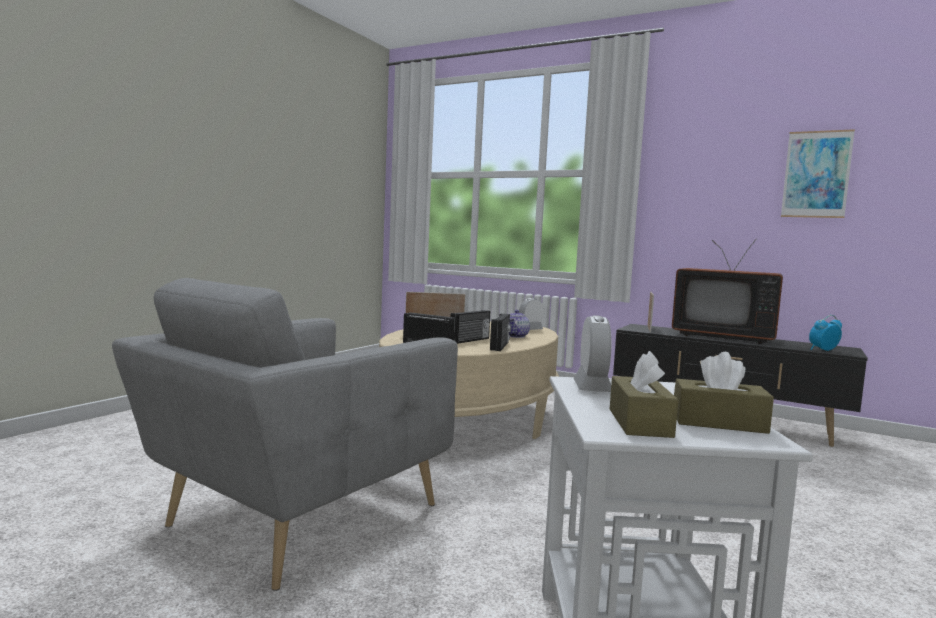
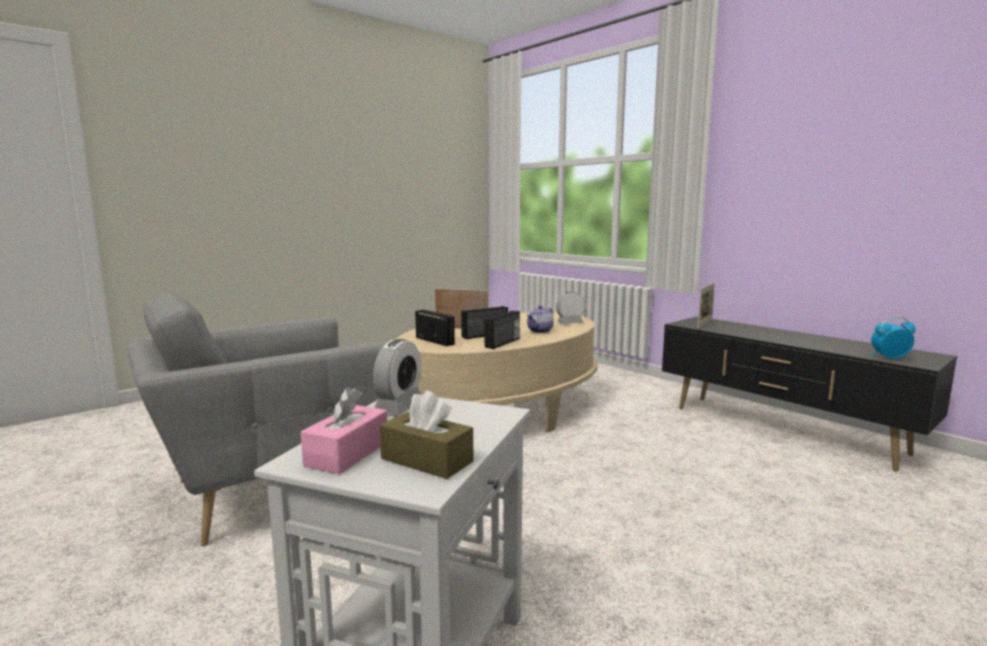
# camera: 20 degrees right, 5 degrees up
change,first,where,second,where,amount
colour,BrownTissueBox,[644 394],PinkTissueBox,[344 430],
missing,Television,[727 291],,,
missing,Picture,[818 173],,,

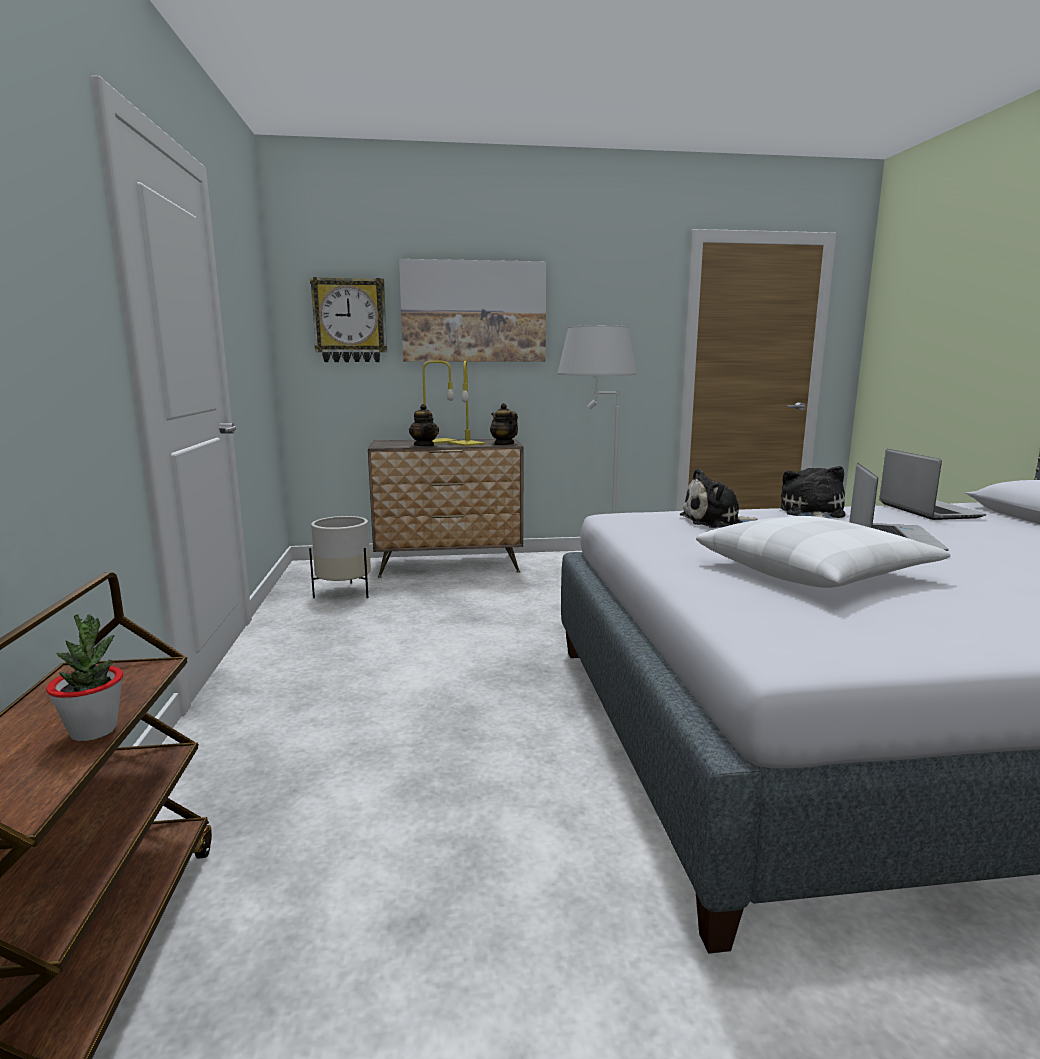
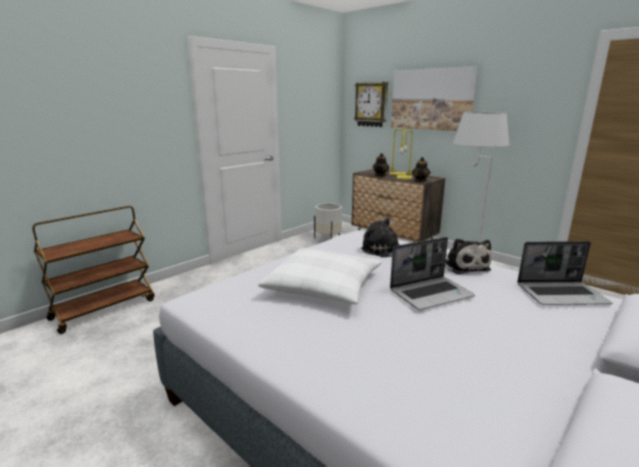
# camera: 50 degrees right, 5 degrees up
change,first,where,second,where,amount
missing,PottedPlant,[84 677],,,
spun,PlushToy,[812 492],,[468 256],105 degrees clockwise
spun,Laptop,[932 484],,[564 273],45 degrees clockwise

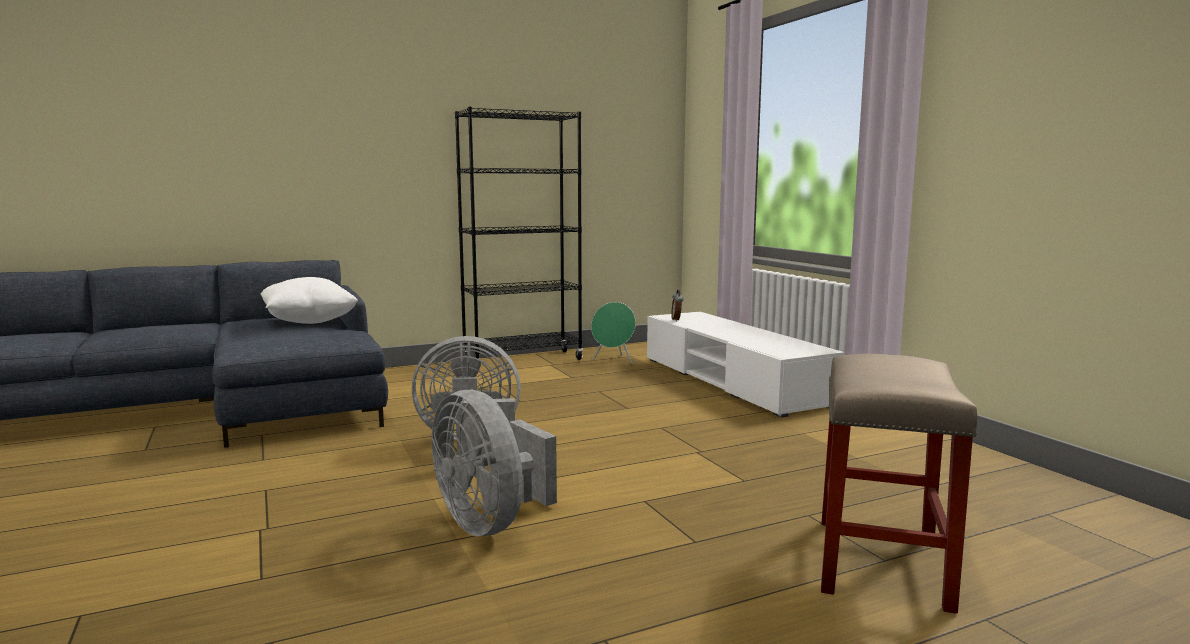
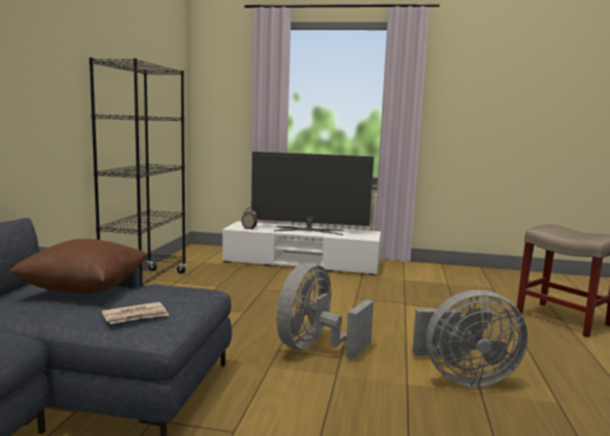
# camera: 55 degrees left, 0 degrees up
change,first,where,second,where,amount
colour,WhitePillow,[309 300],BrownPillow,[78 266],
missing,GreenSpeaker,[613 333],,,
appeared,,,Newspaper,[135 313],
appeared,,,Television,[312 193],

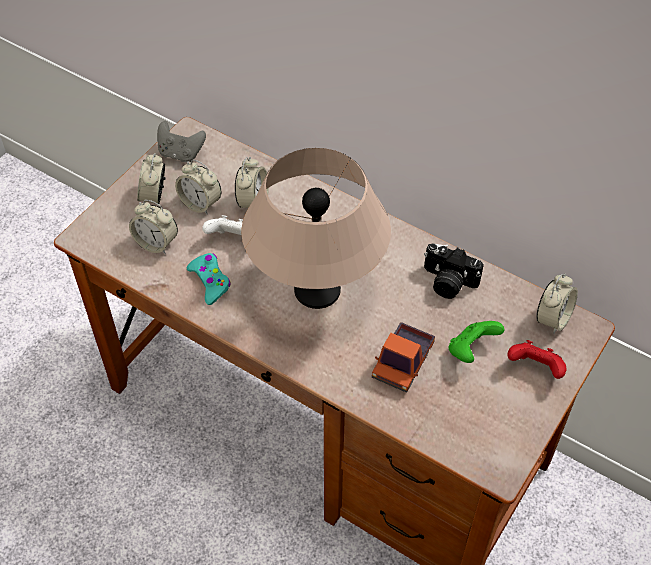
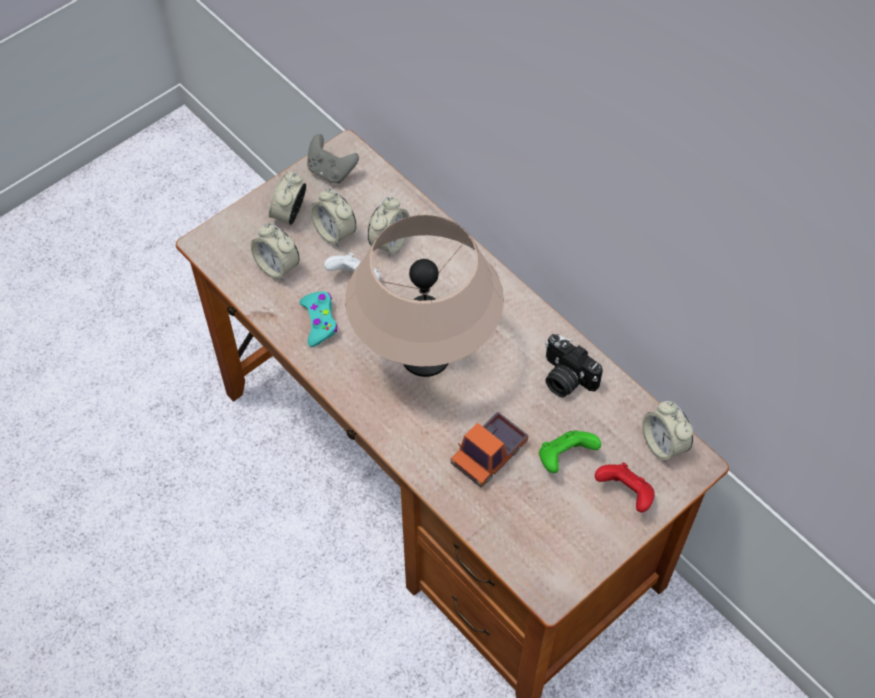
# camera: 15 degrees right, 5 degrees up
change,first,where,second,where,amount
spun,AlarmClock,[557 304],,[667 431],105 degrees clockwise

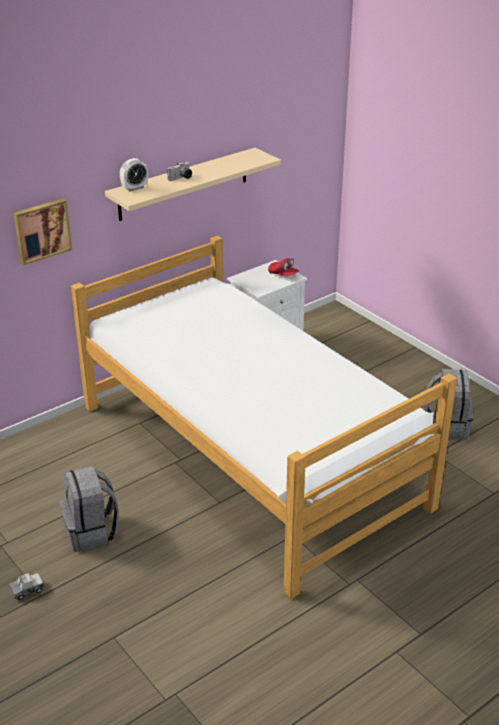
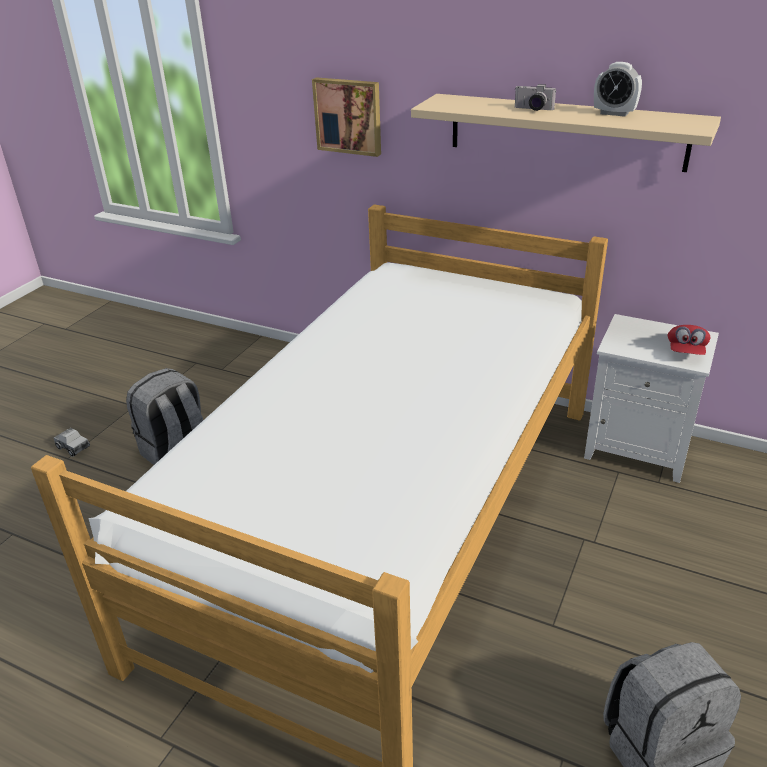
# camera: 65 degrees right, 0 degrees up
change,first,where,second,where,amount
relocated,AlarmClock,[134 174],,[618 89],

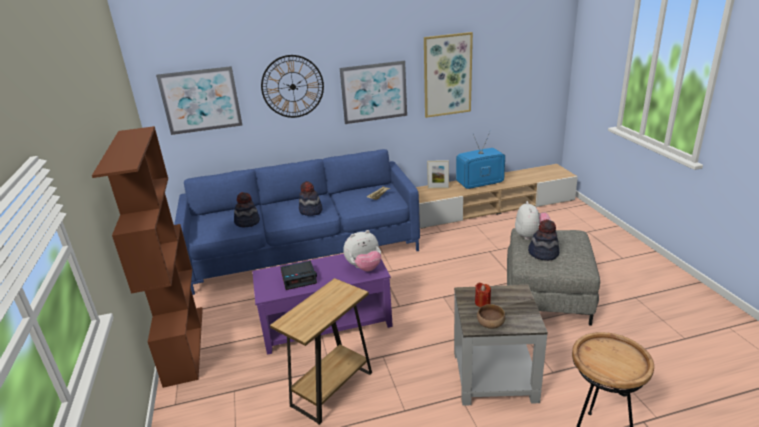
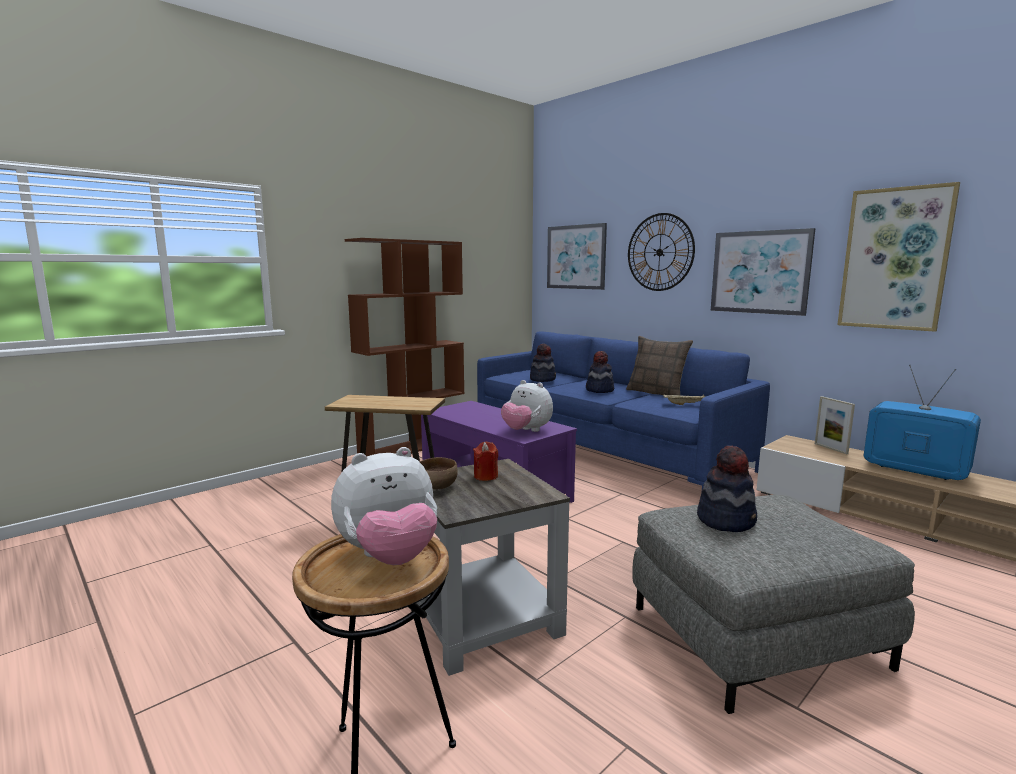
# camera: 60 degrees right, 15 degrees down
change,first,where,second,where,amount
missing,AlarmClock,[298 275],,,
relocated,PlushToy,[533 220],,[384 506],
appeared,,,Pillow,[659 365],

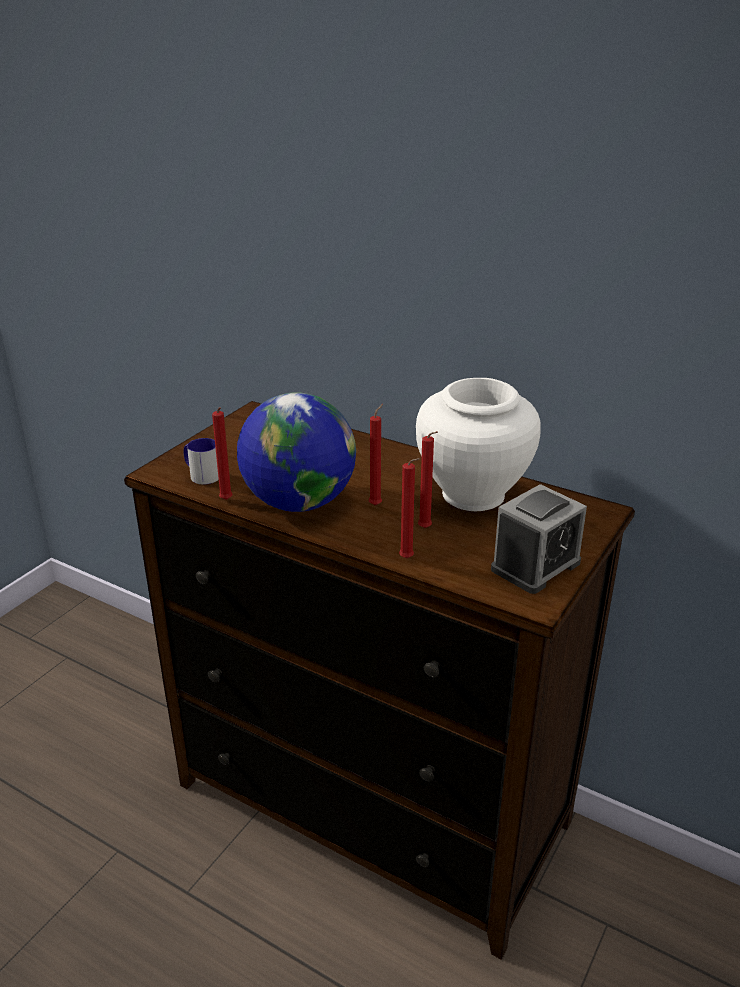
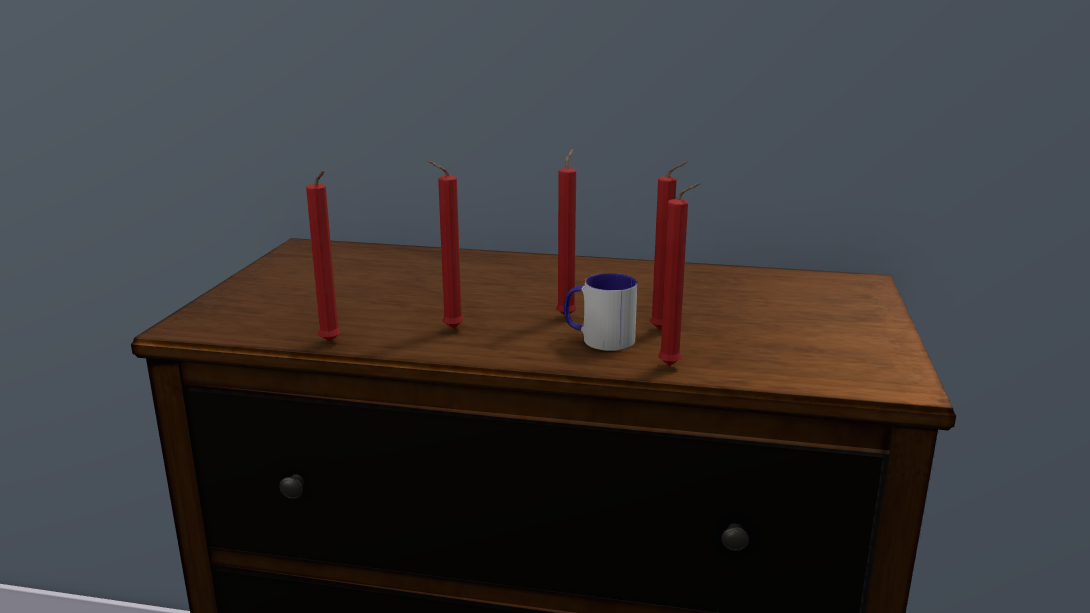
# camera: 20 degrees left, 10 degrees down
change,first,where,second,where,amount
relocated,Mug,[201 461],,[600 312],
exchanged,Globe,[296 452],RedCandle,[446 245],
missing,WhiteVase,[478 444],,,
missing,AlarmClock,[539 539],,,

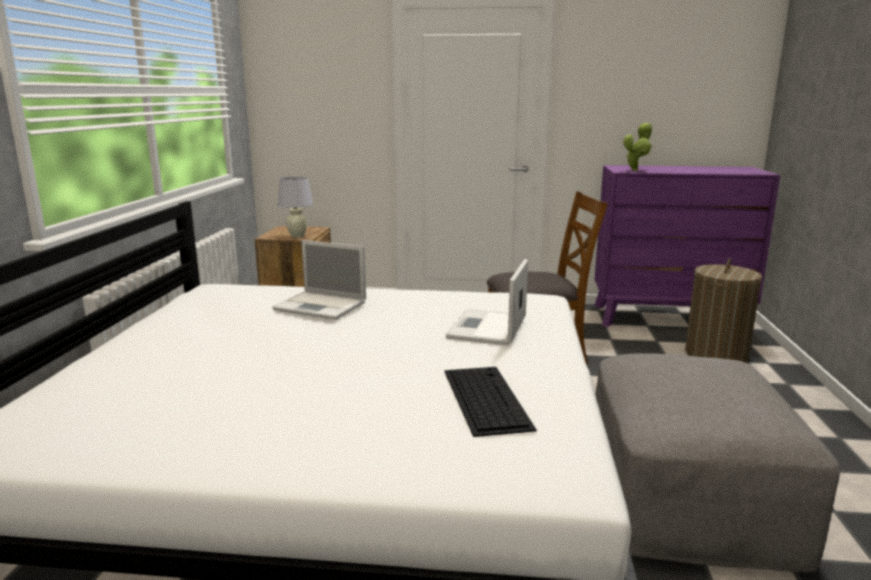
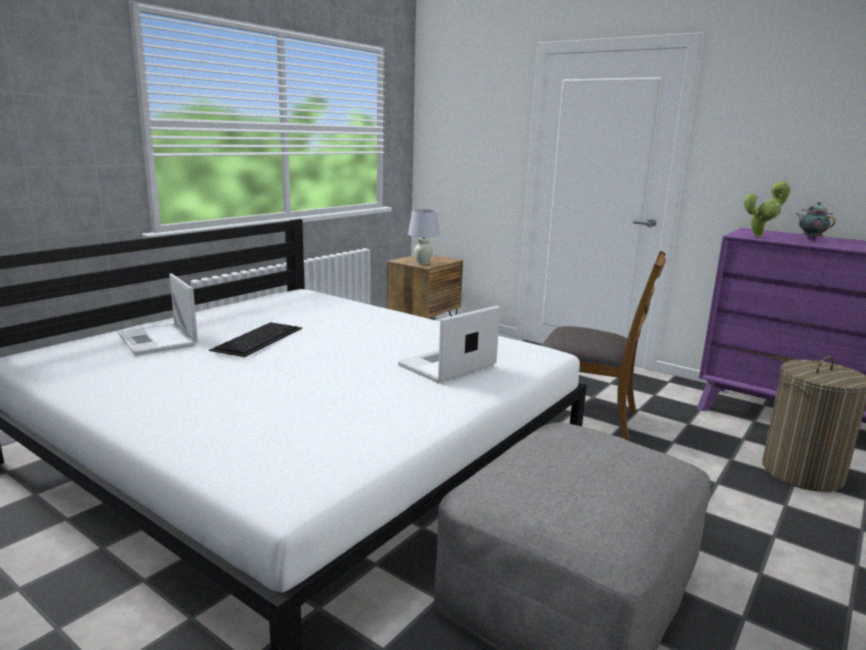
# camera: 30 degrees right, 0 degrees up
change,first,where,second,where,amount
relocated,Laptop,[319 280],,[158 315],
relocated,Keyboard,[490 402],,[255 339],
appeared,,,Teapot,[816 221],

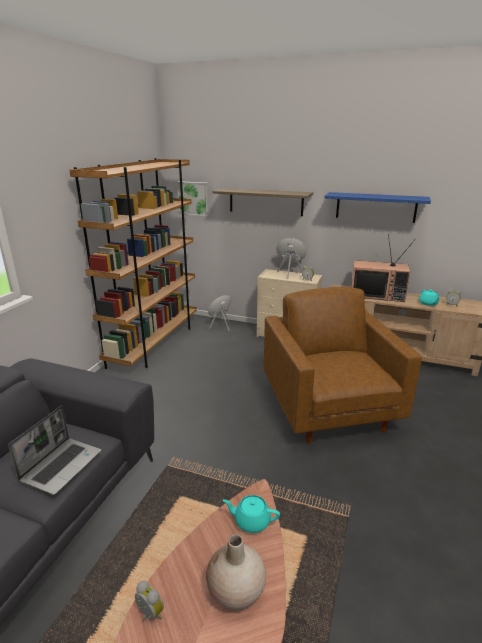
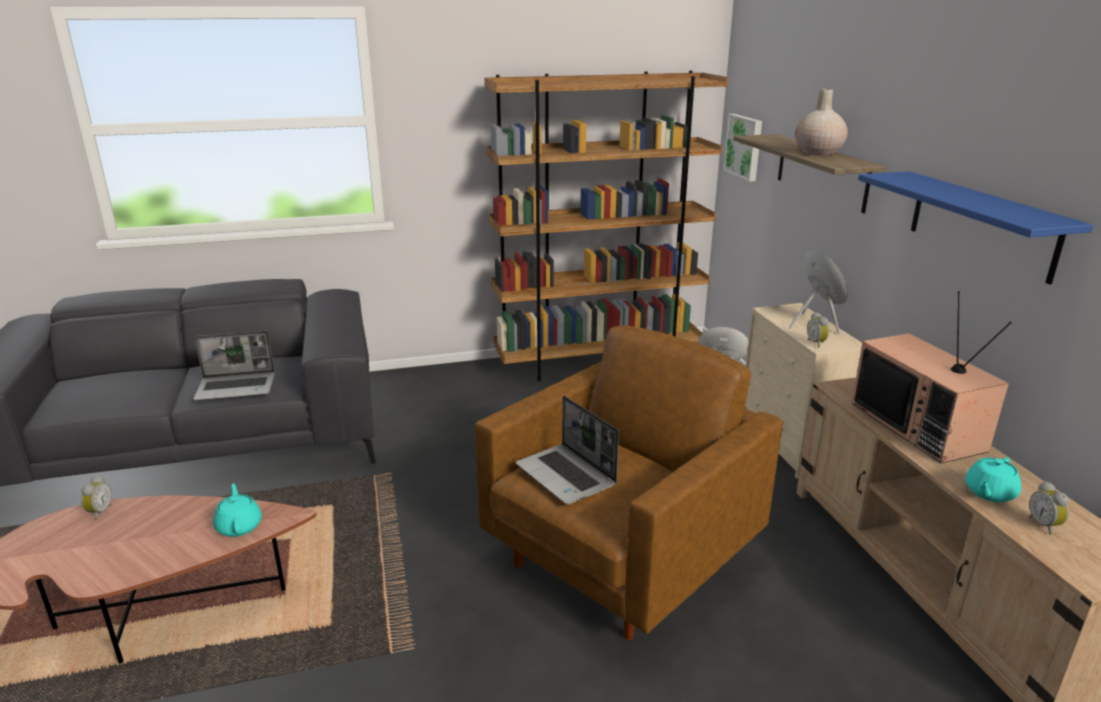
# camera: 55 degrees right, 0 degrees up
change,first,where,second,where,amount
relocated,BeigeVase,[236 572],,[821 122],
appeared,,,Laptop,[567 450],

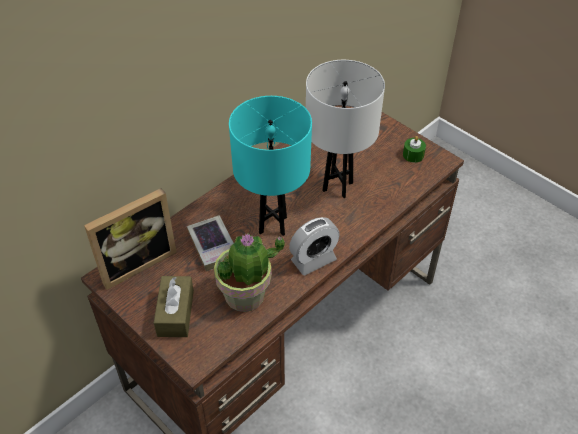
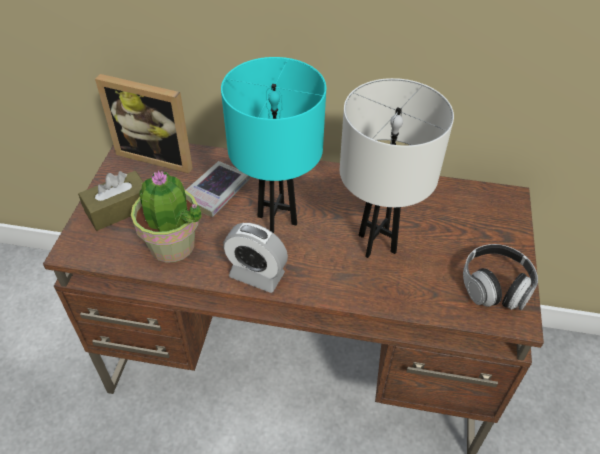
# camera: 55 degrees right, 0 degrees up
change,first,where,second,where,amount
exchanged,GreenCandle,[414 149],Headphones,[500 277],

